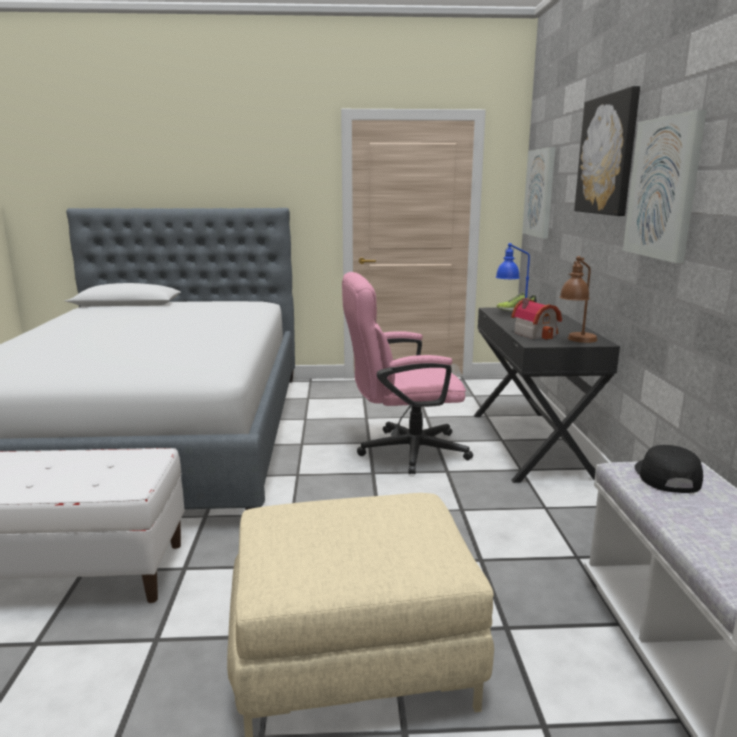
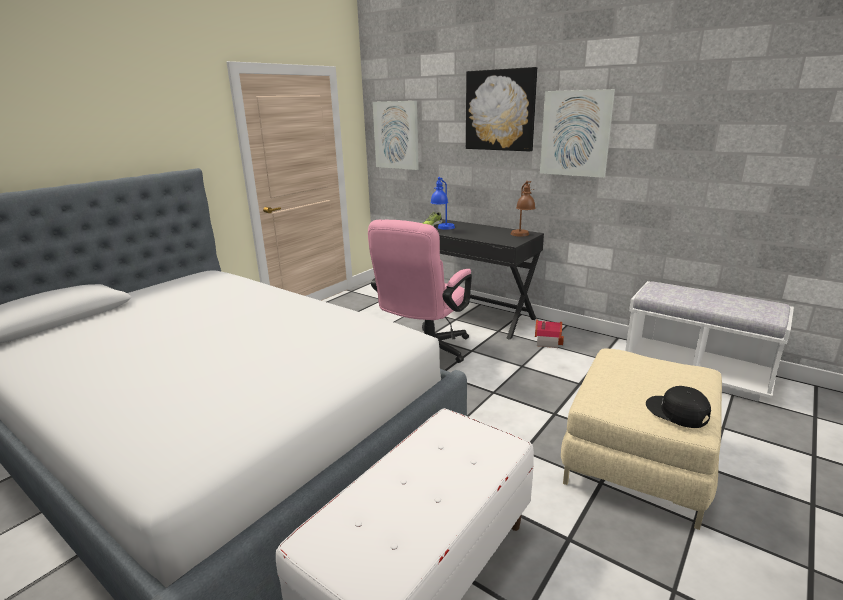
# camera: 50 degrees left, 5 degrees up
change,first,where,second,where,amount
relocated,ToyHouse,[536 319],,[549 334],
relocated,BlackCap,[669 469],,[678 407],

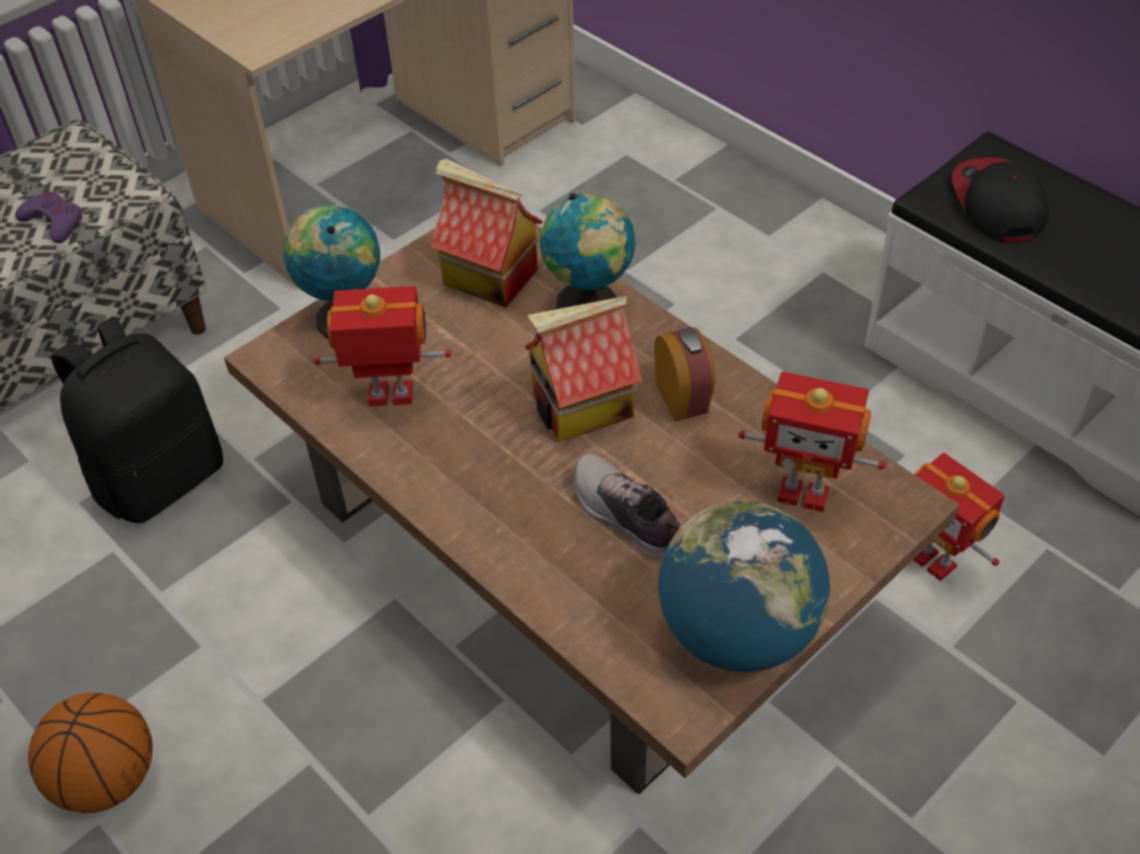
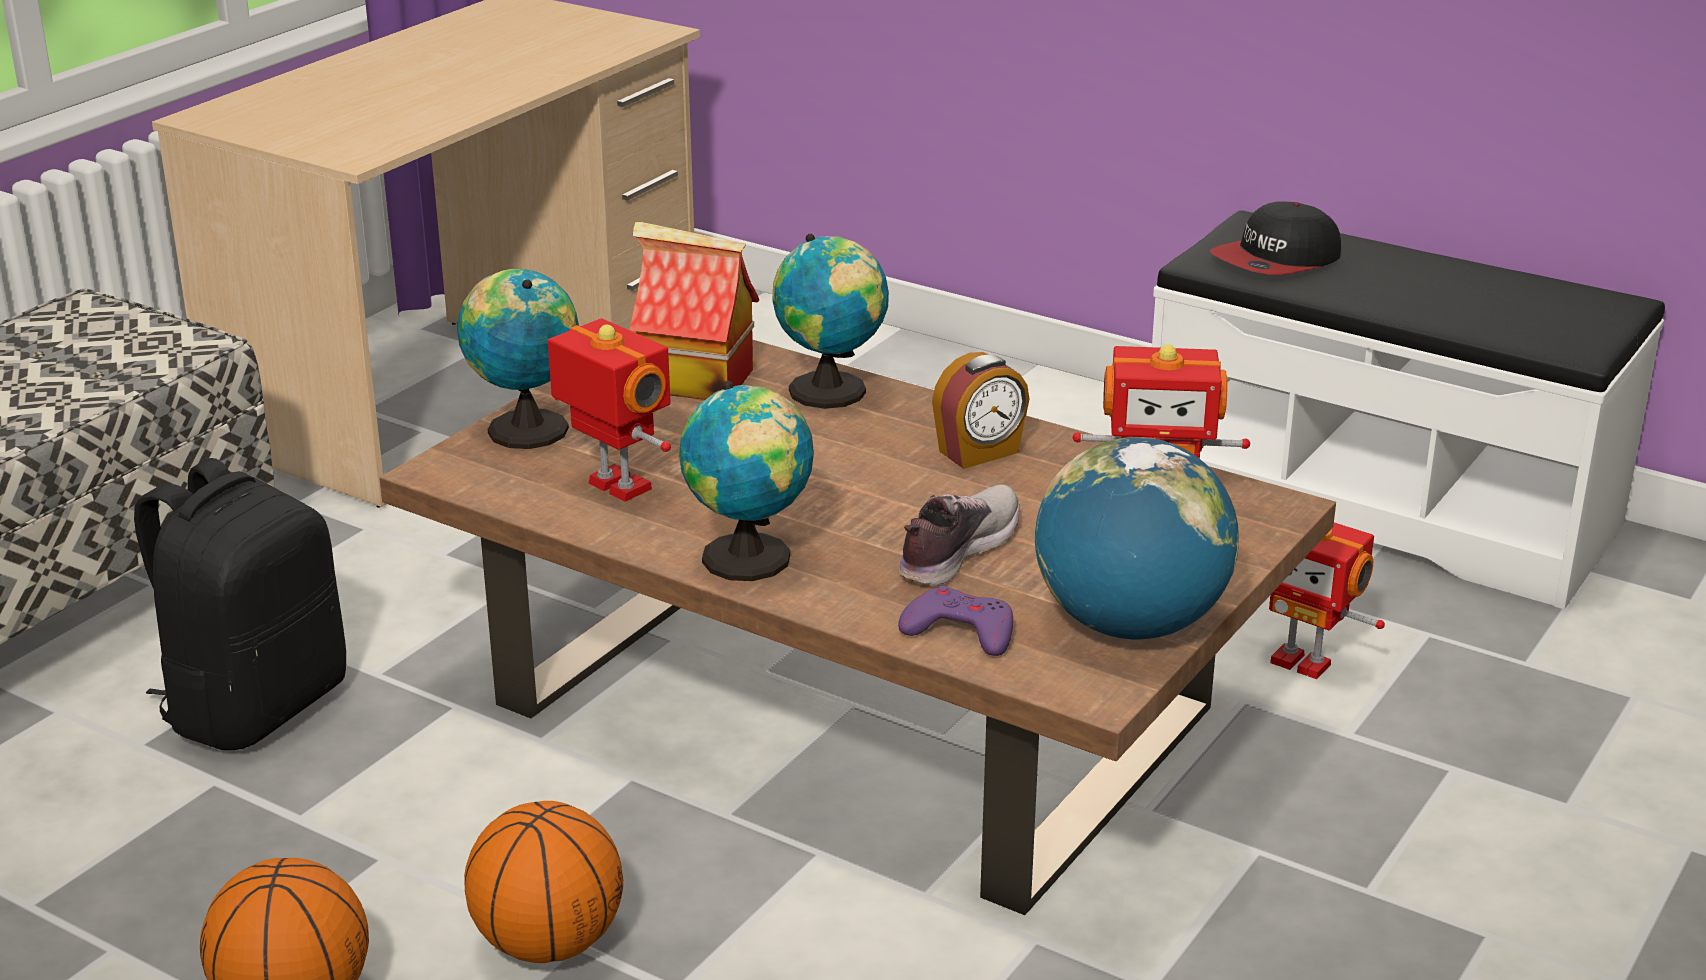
# camera: 15 degrees left, 20 degrees down
change,first,where,second,where,amount
relocated,PurpleGameController,[49 217],,[955 621],
spun,ToyRobot,[383 346],,[609 410],60 degrees clockwise
missing,ToyHouse,[583 369],,,
spun,Shoe,[627 506],,[959 535],90 degrees clockwise
spun,AlarmClock,[684 374],,[980 410],90 degrees clockwise
spun,Cap,[1000 200],,[1275 238],105 degrees counterclockwise
appeared,,,Basketball,[543 882],
appeared,,,Globe,[746 481],

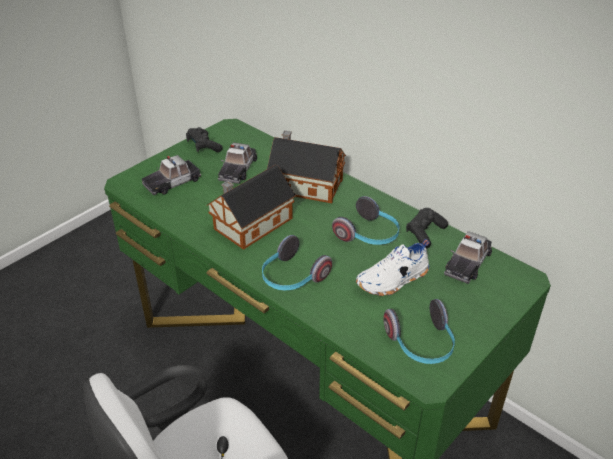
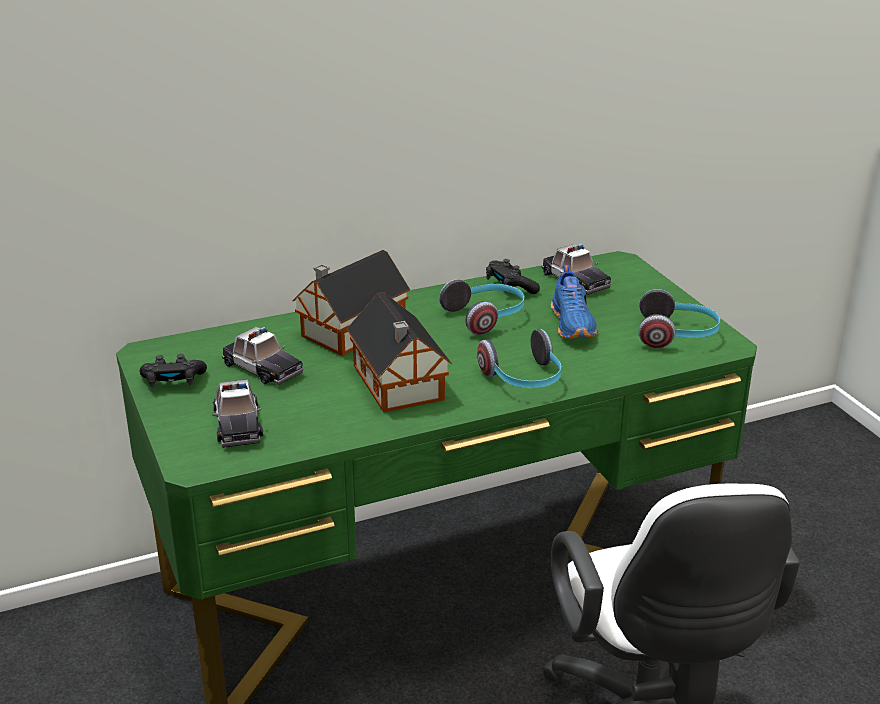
# camera: 65 degrees left, 10 degrees down
change,first,where,second,where,amount
colour,WhiteShoe,[393 267],BlueShoe,[574 302],

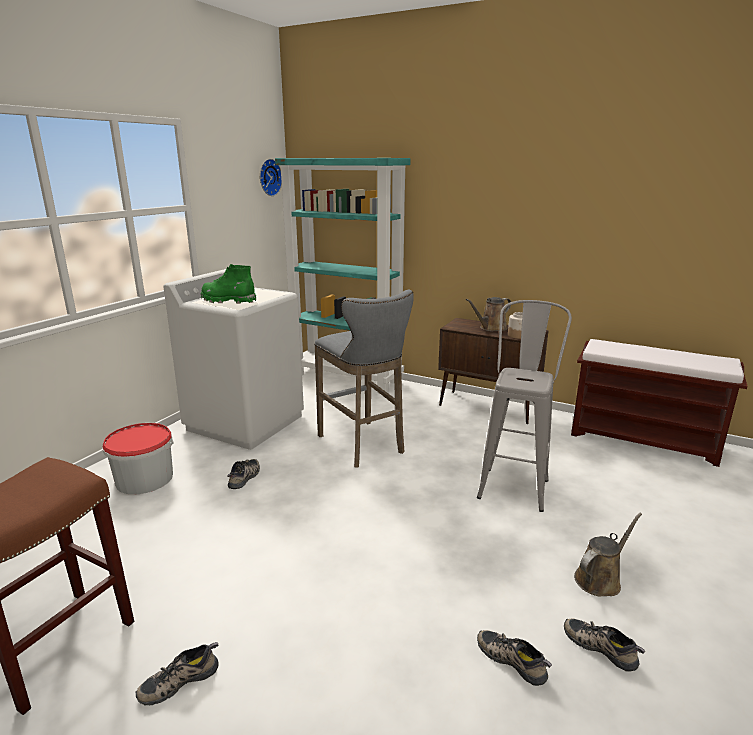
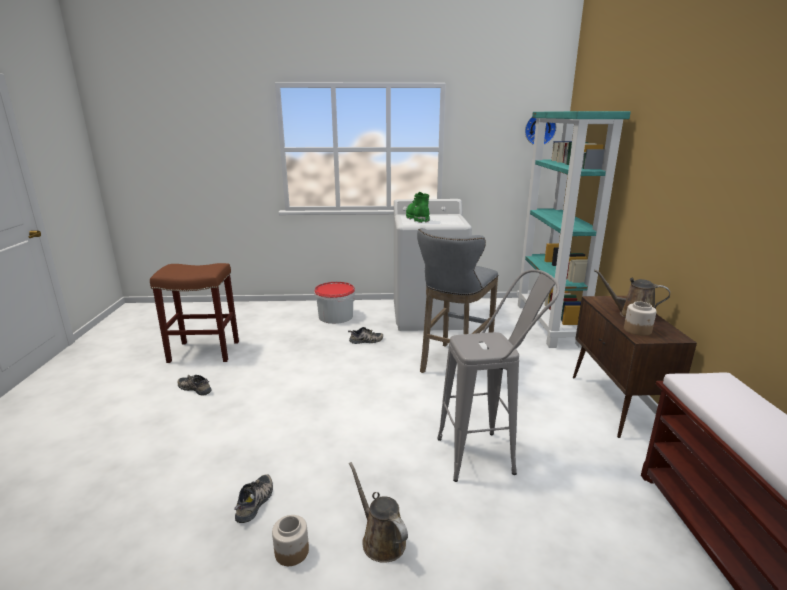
# camera: 60 degrees right, 0 degrees up
change,first,where,second,where,amount
exchanged,Shoe,[604 645],Jar,[290 540],
spun,BrownWateringCan,[608 555],,[378 512],150 degrees counterclockwise

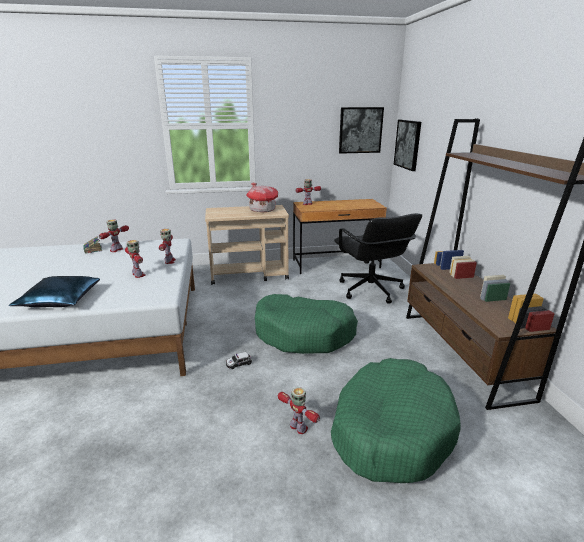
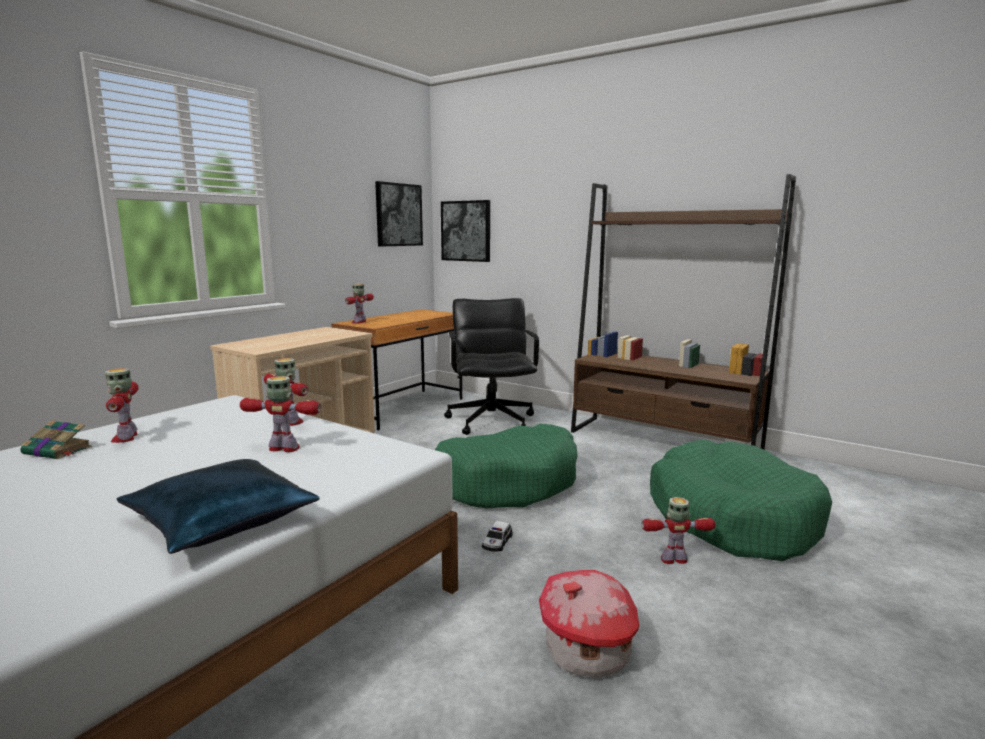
# camera: 45 degrees left, 10 degrees down
change,first,where,second,where,amount
relocated,ToyHouse,[262 197],,[589 623],
spun,BlackOfficeChair,[378 258],,[491 366],120 degrees counterclockwise

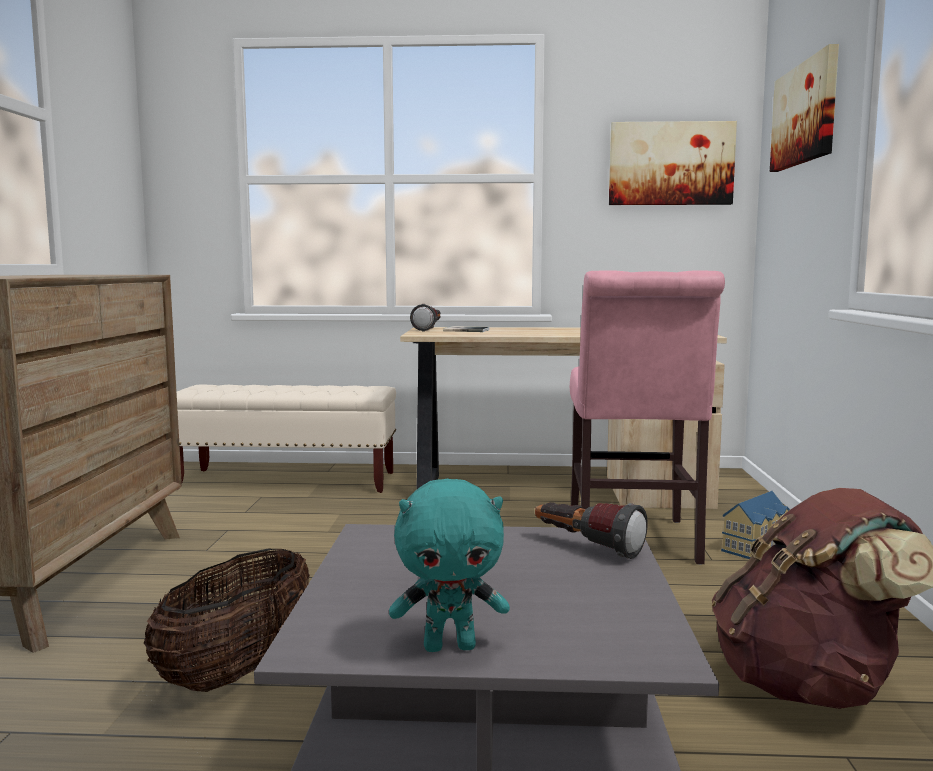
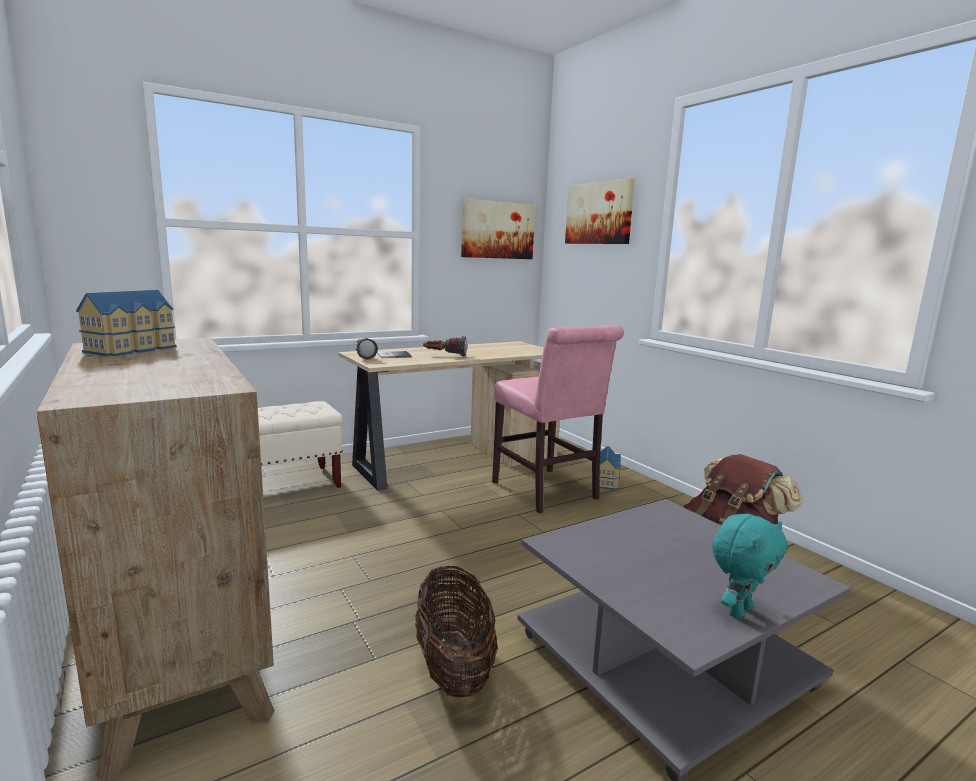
# camera: 35 degrees left, 5 degrees up
change,first,where,second,where,amount
relocated,Flashlight,[591 530],,[445 346],
appeared,,,ToyHouse,[126 323],

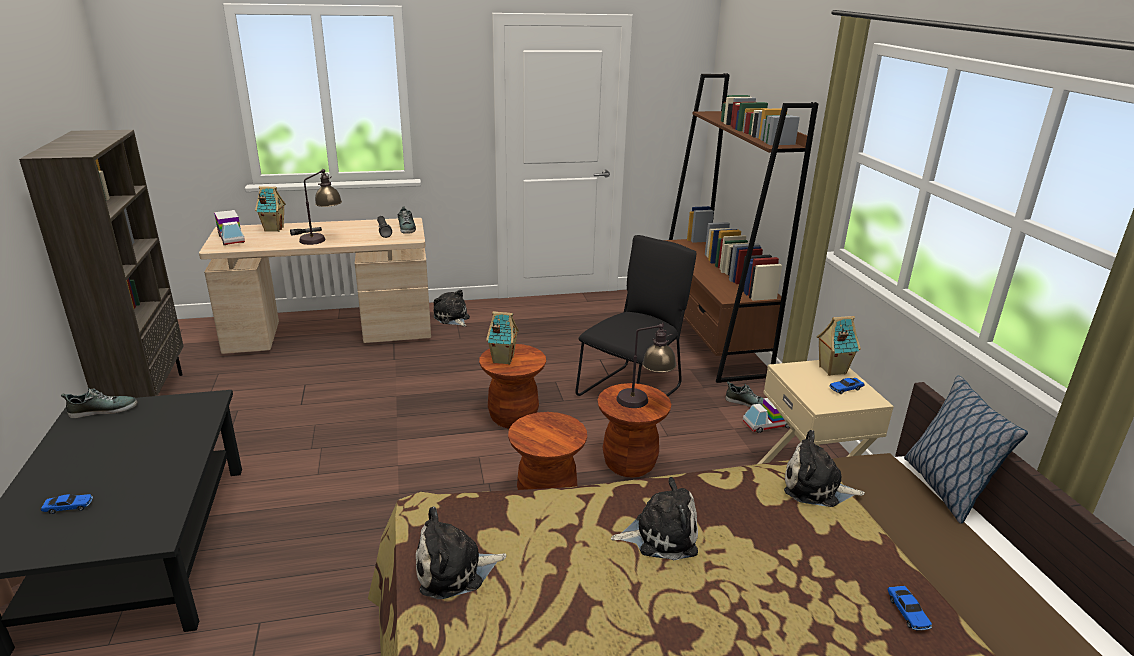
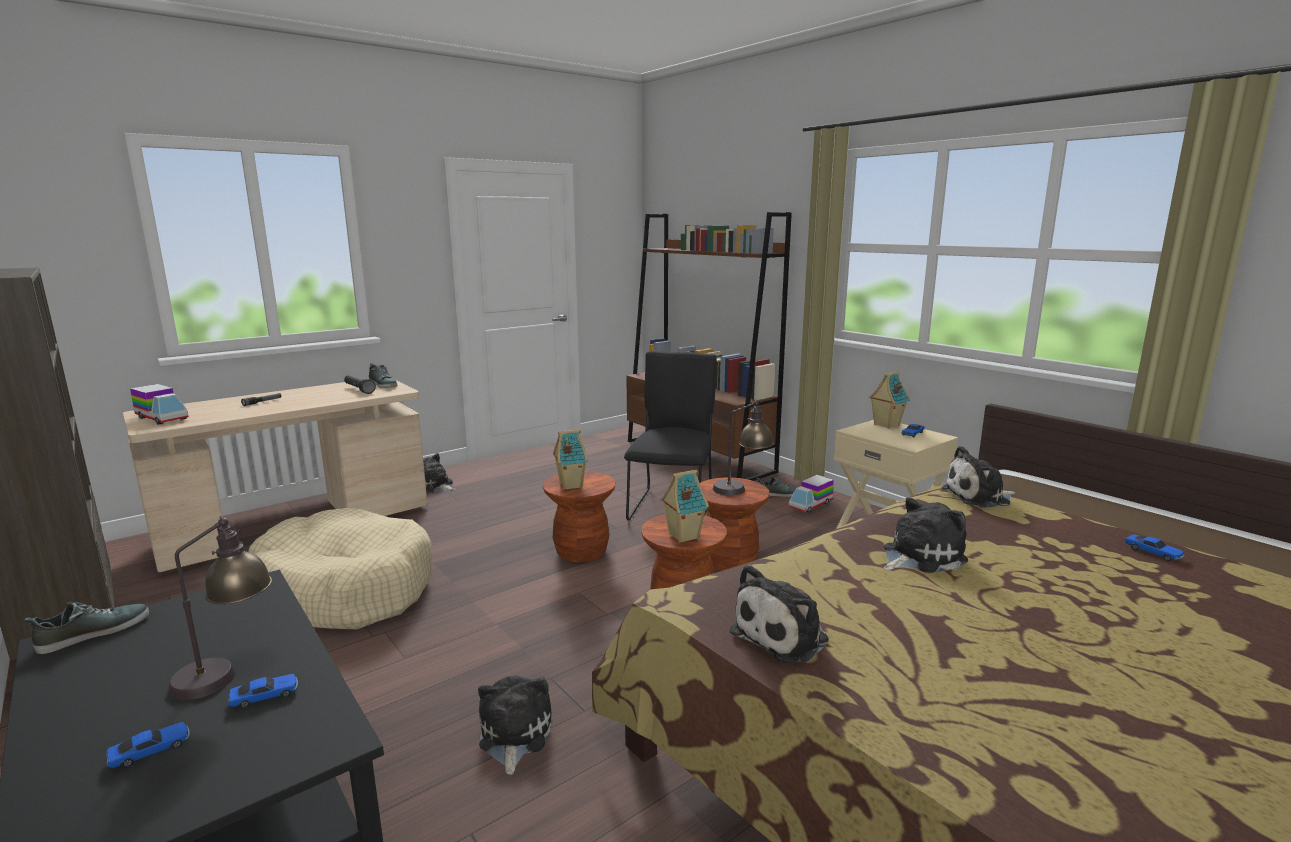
# camera: 25 degrees left, 10 degrees down
change,first,where,second,where,amount
relocated,ToyHouse,[270 209],,[684 506],
relocated,TableLamp,[320 207],,[220 608],
missing,Pillow,[966 449],,,
appeared,,,ToyCar,[263 691],
appeared,,,BeigeDogBed,[340 568],
appeared,,,PlushToy,[514 725],

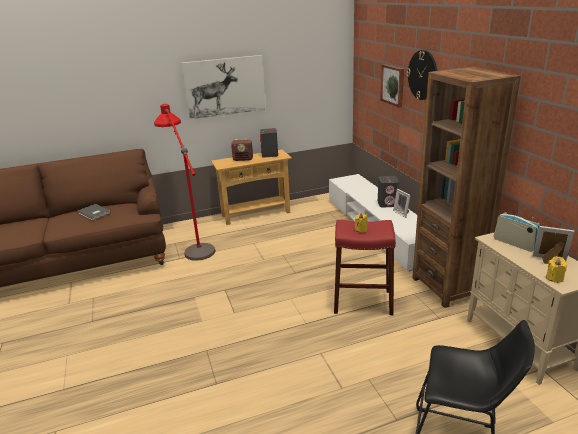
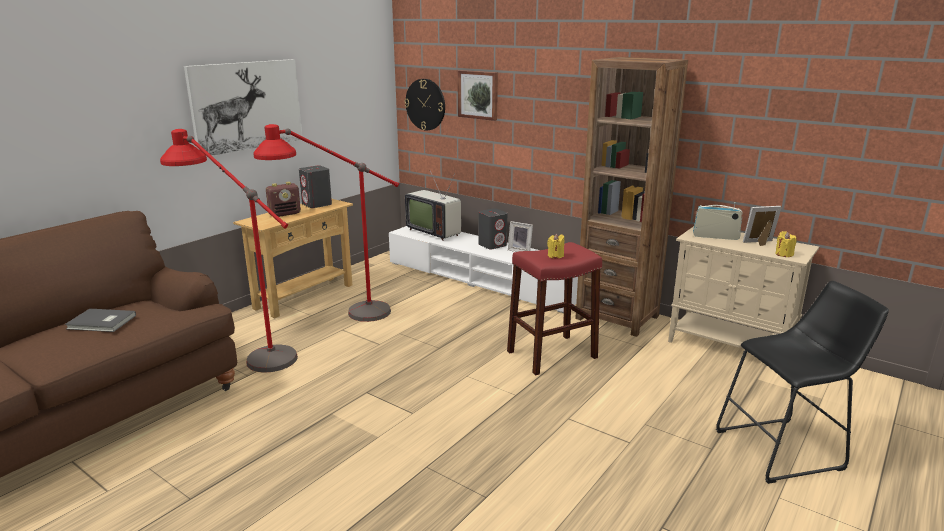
# camera: 35 degrees left, 5 degrees down
change,first,where,second,where,amount
relocated,WallClock,[422 75],,[425 105],
appeared,,,RedFloorLamp,[326 223],
appeared,,,Television,[433 206],

